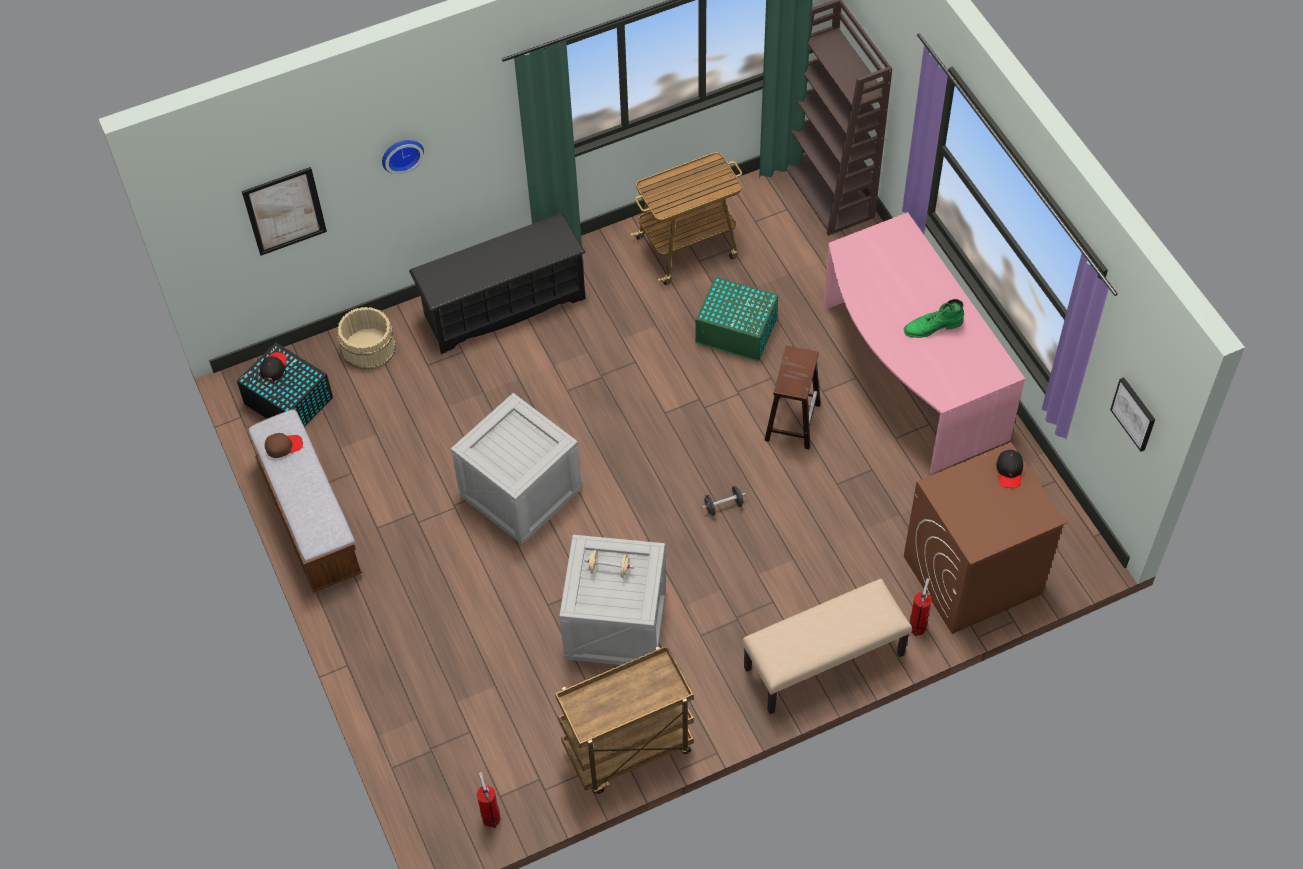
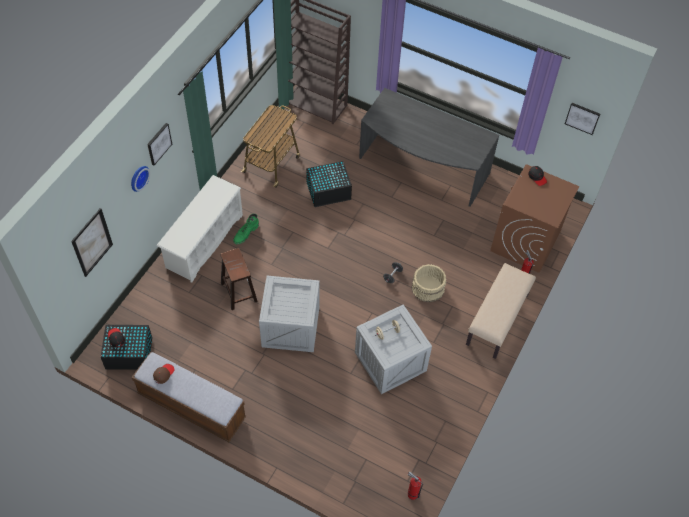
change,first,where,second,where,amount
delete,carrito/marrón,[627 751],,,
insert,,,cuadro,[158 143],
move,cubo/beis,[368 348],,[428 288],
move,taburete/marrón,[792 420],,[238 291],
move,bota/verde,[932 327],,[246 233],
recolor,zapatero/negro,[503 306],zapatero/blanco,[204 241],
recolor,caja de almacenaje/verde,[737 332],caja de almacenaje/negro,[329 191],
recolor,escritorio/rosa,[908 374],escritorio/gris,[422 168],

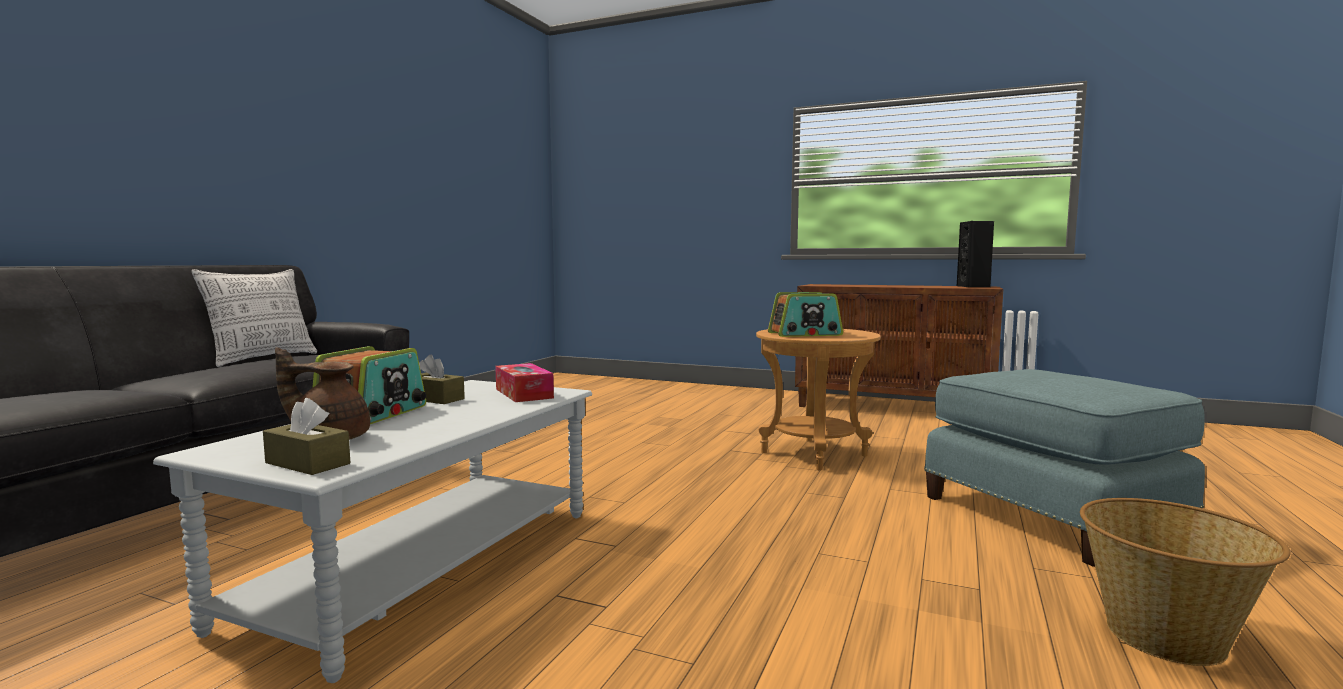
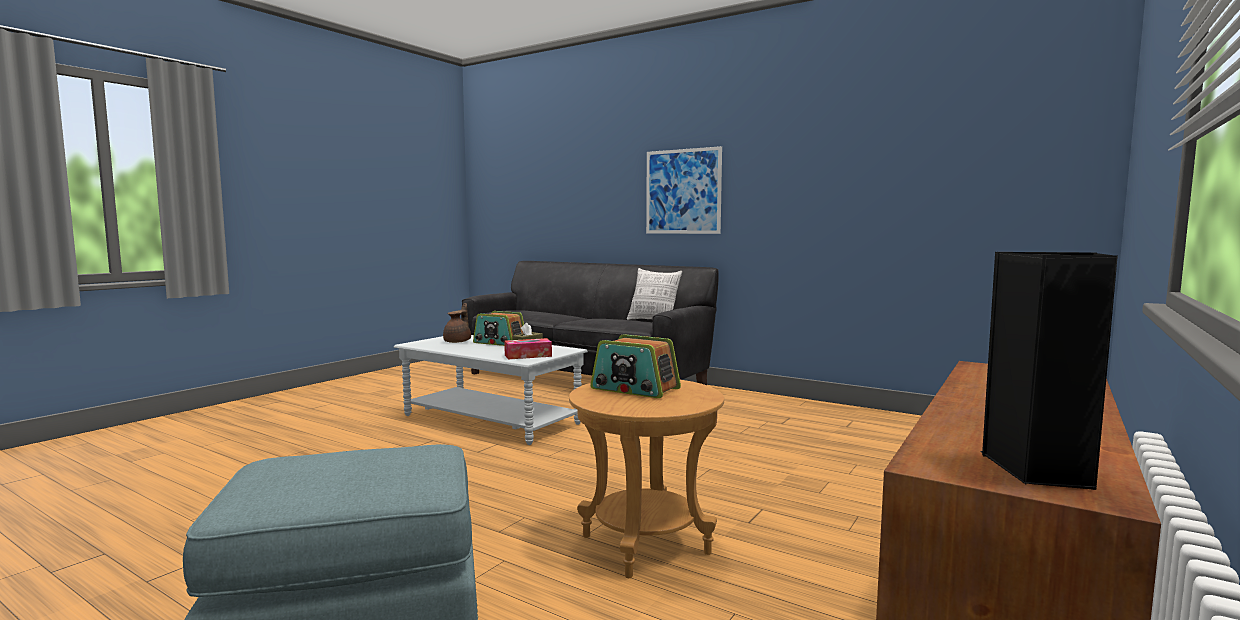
change,first,where,second,where,amount
delete,caja de pañuelos/marrón,[307 463],,,
delete,cesta,[1166 637],,,
insert,,,cuadro,[683 191],
rotate,radio,[805 334],,[635 389],60 degrees counterclockwise

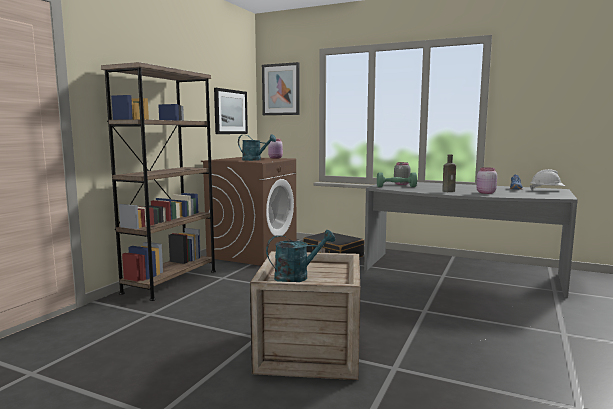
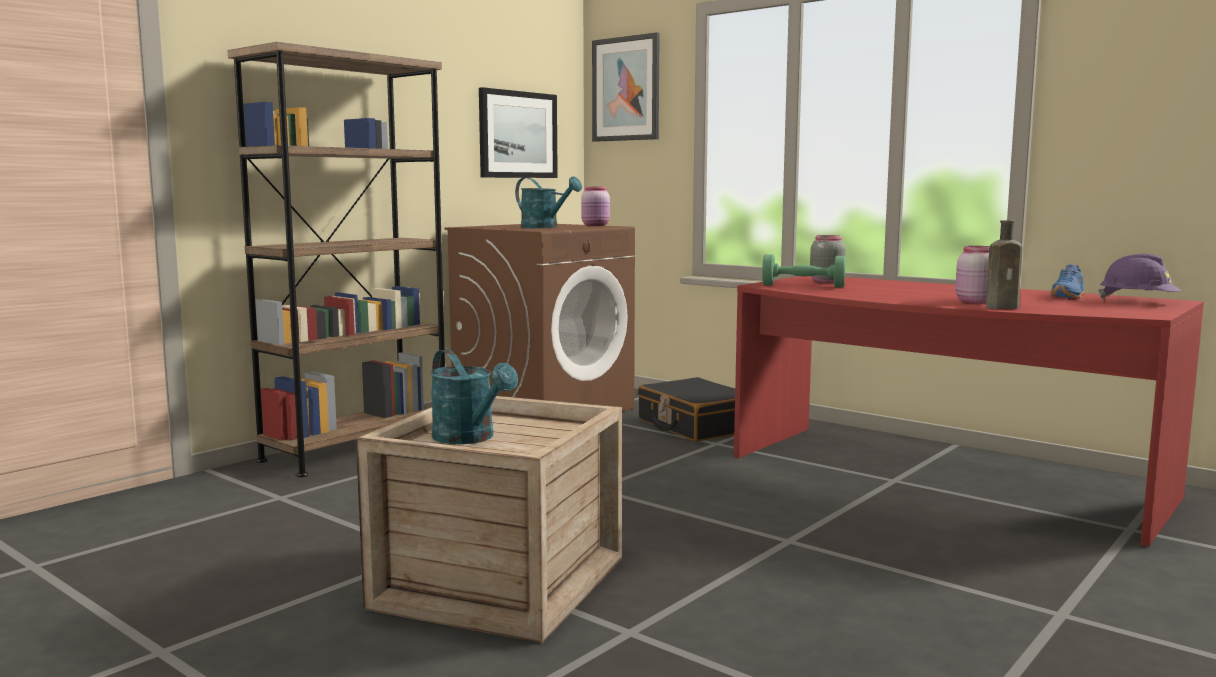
change,first,where,second,where,amount
move,botella/marrón,[449 191],,[1004 307],
recolor,escritorio/gris,[460 273],escritorio/rojo,[938 479],
recolor,casco/blanco,[547 190],casco/morado,[1138 301],
rotate,regadera/turquesa,[297 276],,[470 438],60 degrees clockwise

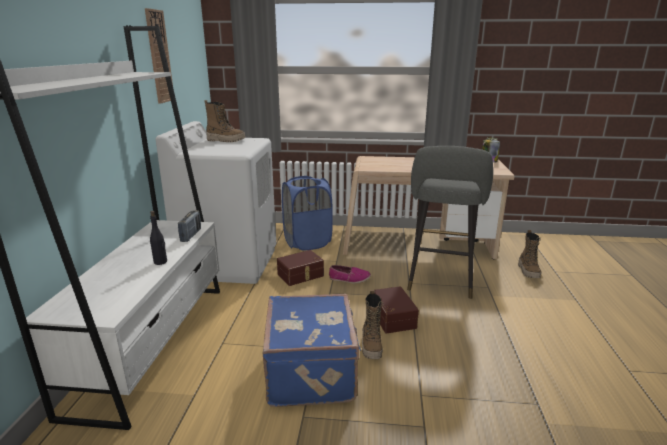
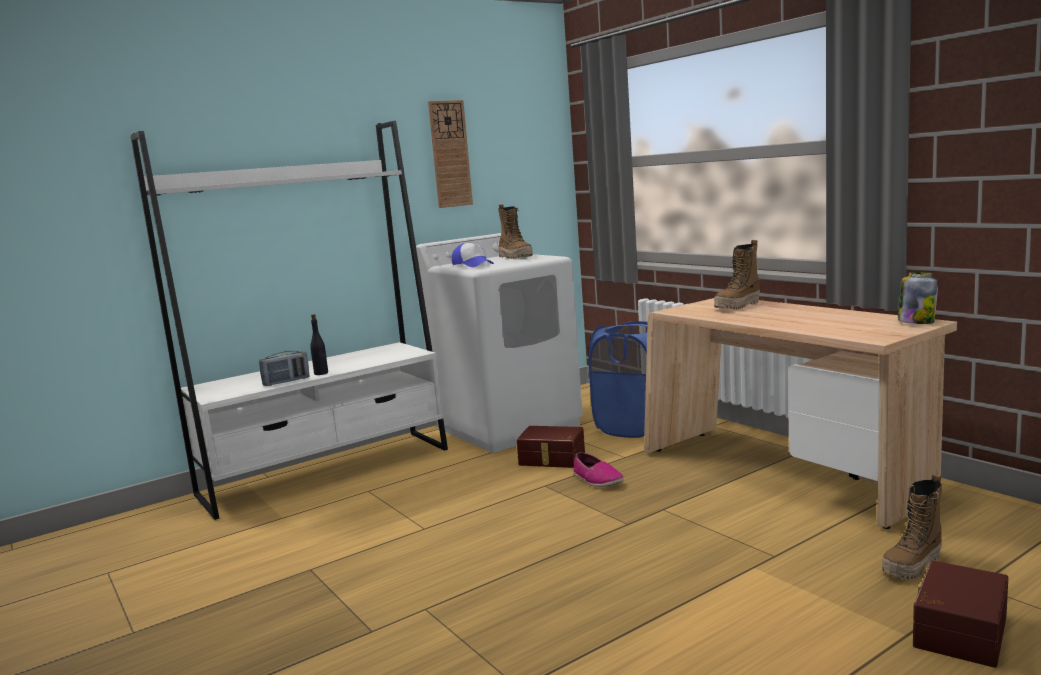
change,first,where,second,where,amount
delete,maleta/azul,[313 372],,,
delete,taburete/gris,[440 282],,,
insert,,,gorra,[473 265],
move,radio,[191 235],,[286 382],
move,bota,[371 346],,[737 306],
move,caja de almacenaje/marrón,[391 318],,[957 630],

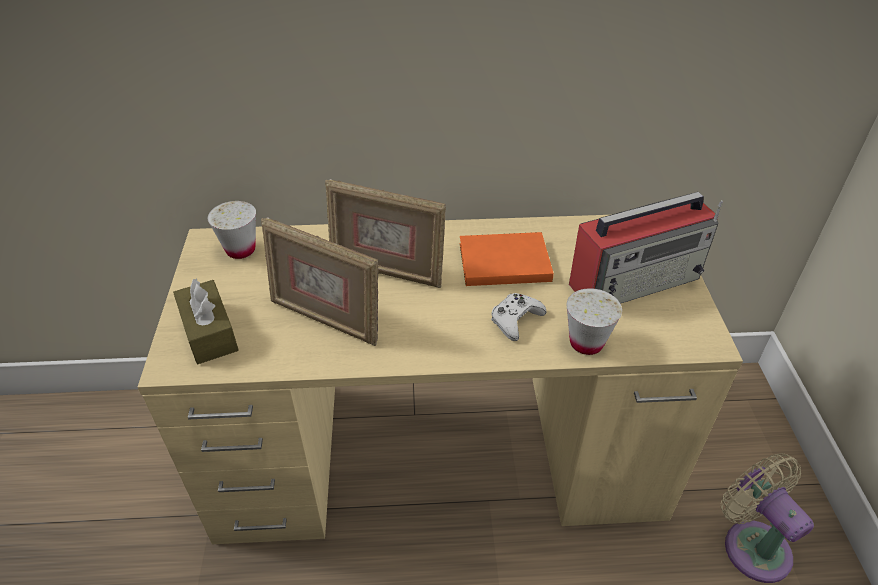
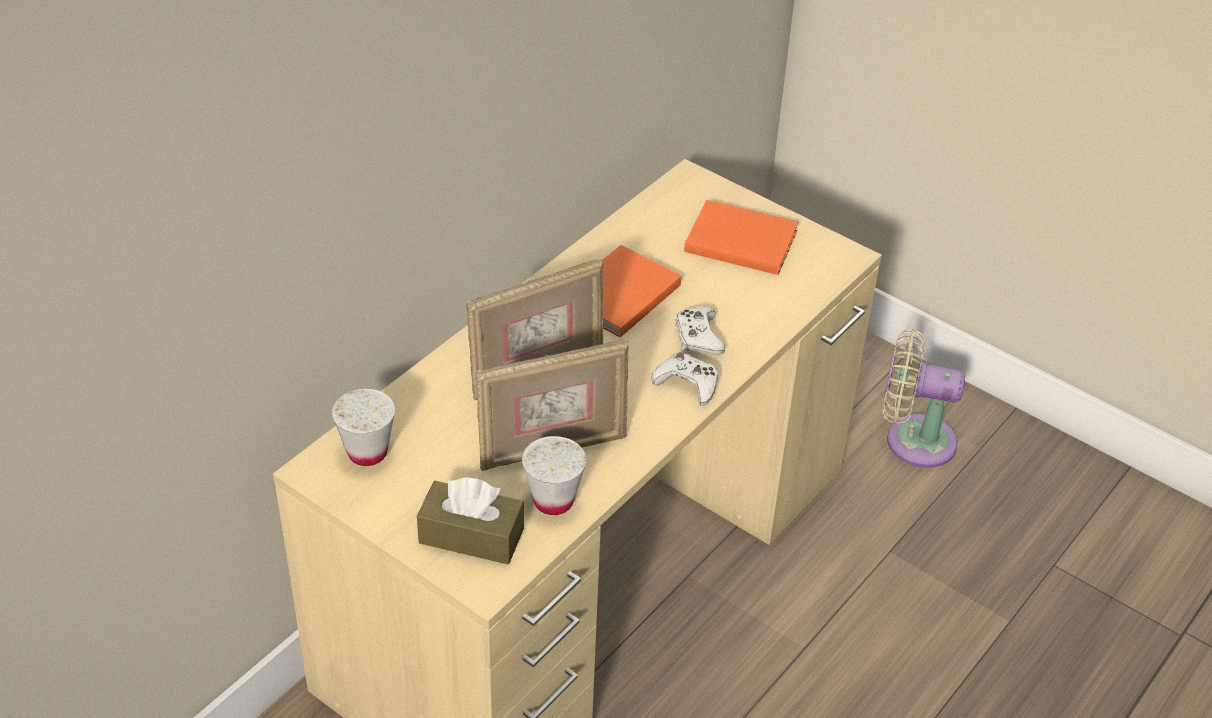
change,first,where,second,where,amount
insert,,,mando de consola/blanco,[687 384],
move,taza/blanco,[586 343],,[553 501],
replace,radio,[636 280],libro/naranja,[738 240],

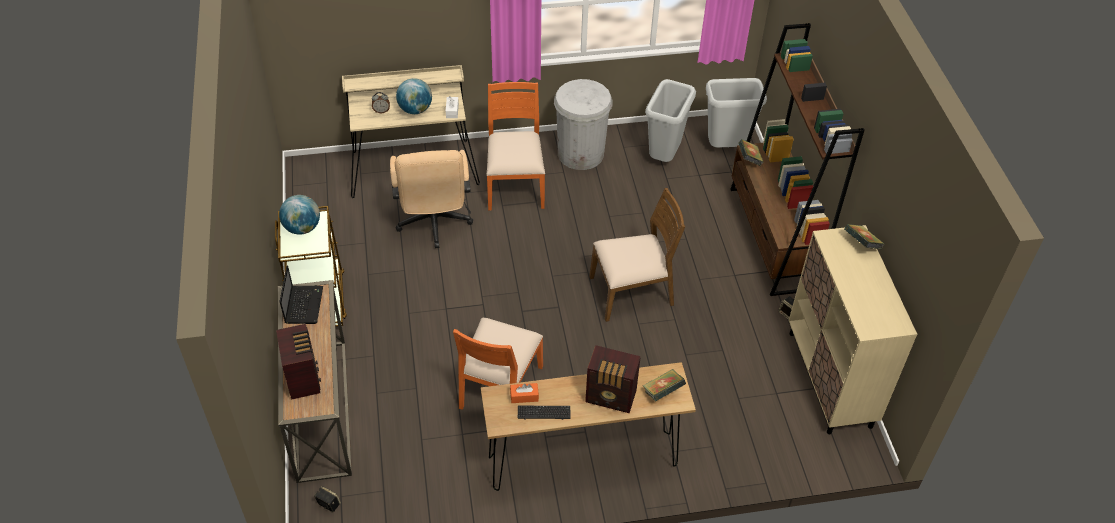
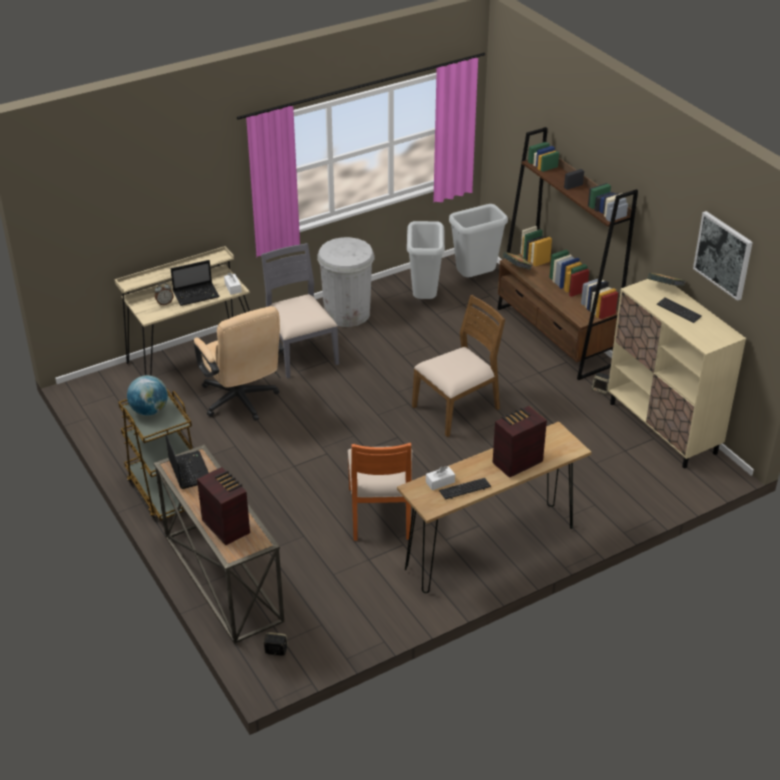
change,first,where,second,where,amount
delete,libro,[663 392],,,
insert,,,teclado,[679 311],
insert,,,cuadro,[723 255],
replace,globo terráqueo,[415 110],portátil,[197 294],
recolor,silla/naranja,[515 185],silla/gris,[300 352],
recolor,caja de pañuelos/naranja,[524 396],caja de pañuelos/blanco,[440 482],
rotate,radio,[611 397],,[516 462],150 degrees clockwise

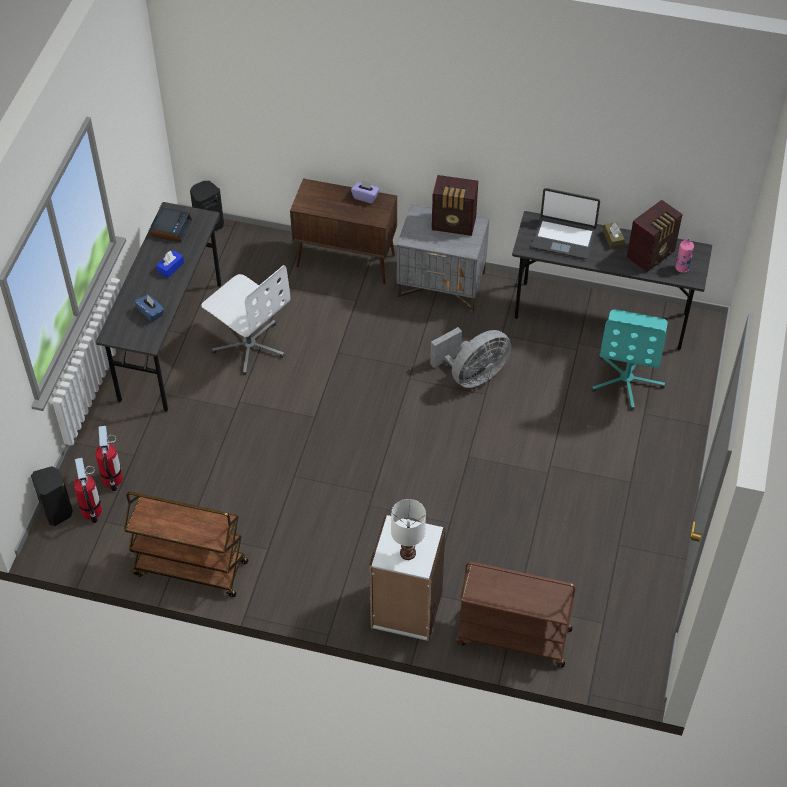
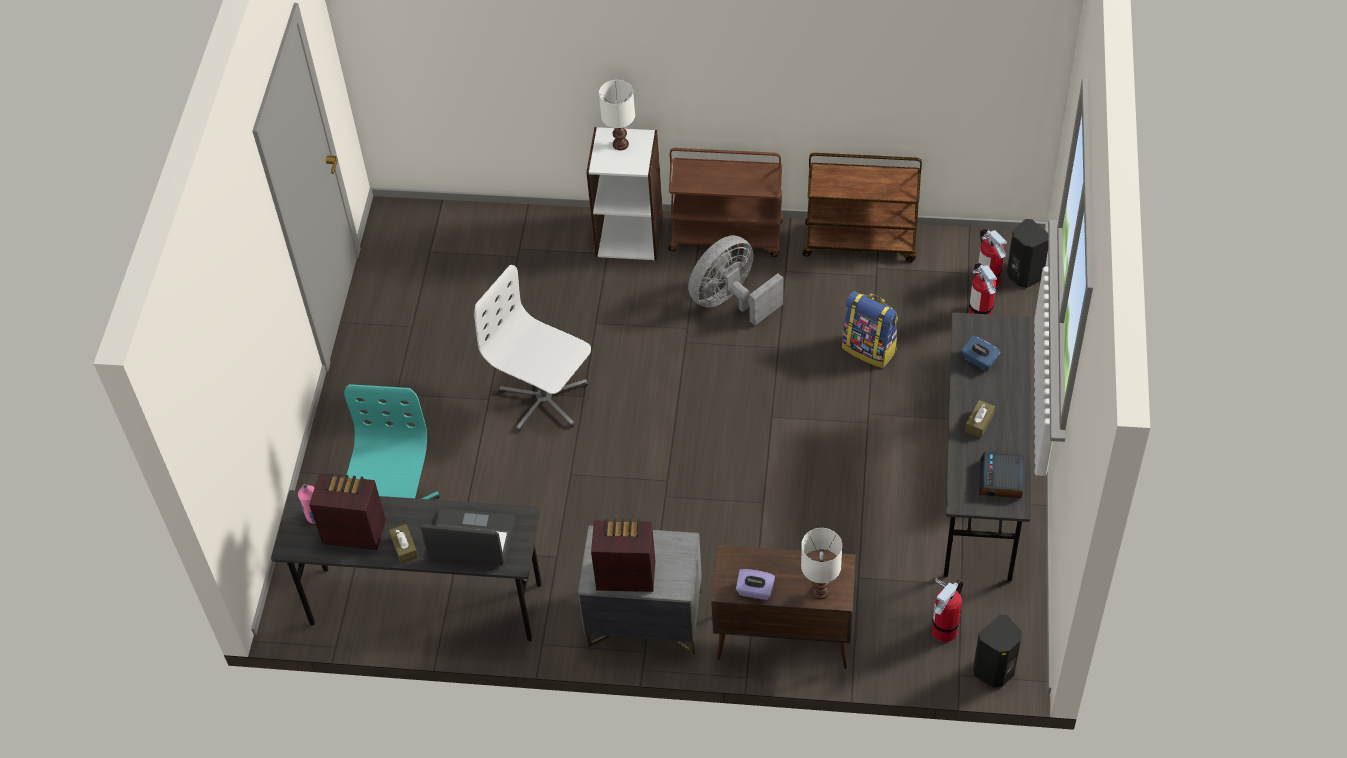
change,first,where,second,where,amount
insert,,,lámpara de mesa/blanco,[820 590],
insert,,,mochila,[870 349],
insert,,,extintor,[944 630],
move,silla de oficina/blanco,[249 345],,[544 400],
move,ventilador/gris,[472 375],,[731 301],
move,carrito/marrón,[512 637],,[727 236],
recolor,caja de pañuelos/azul,[170 267],caja de pañuelos/marrón,[979 423],
rotate,radio,[652 254],,[353 531],60 degrees clockwise

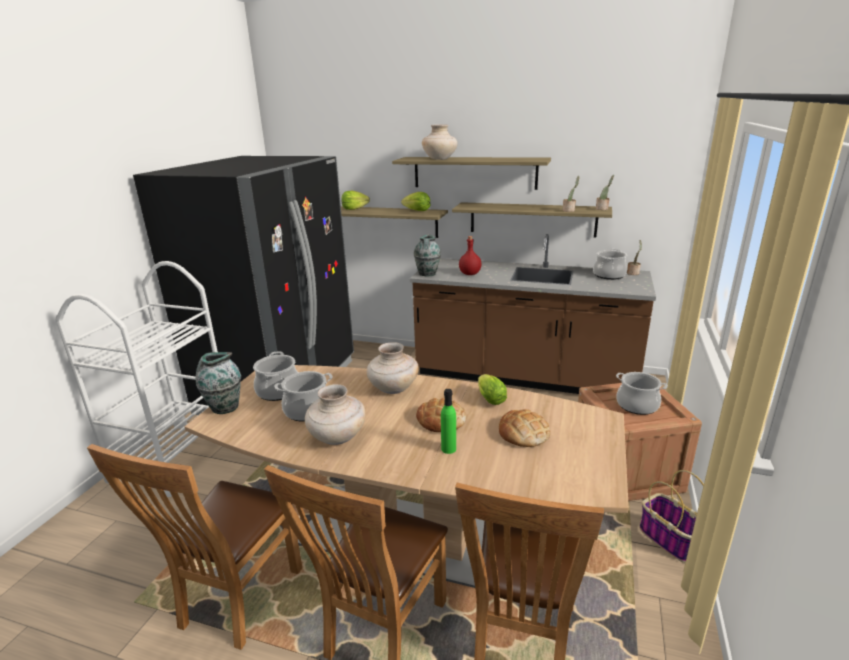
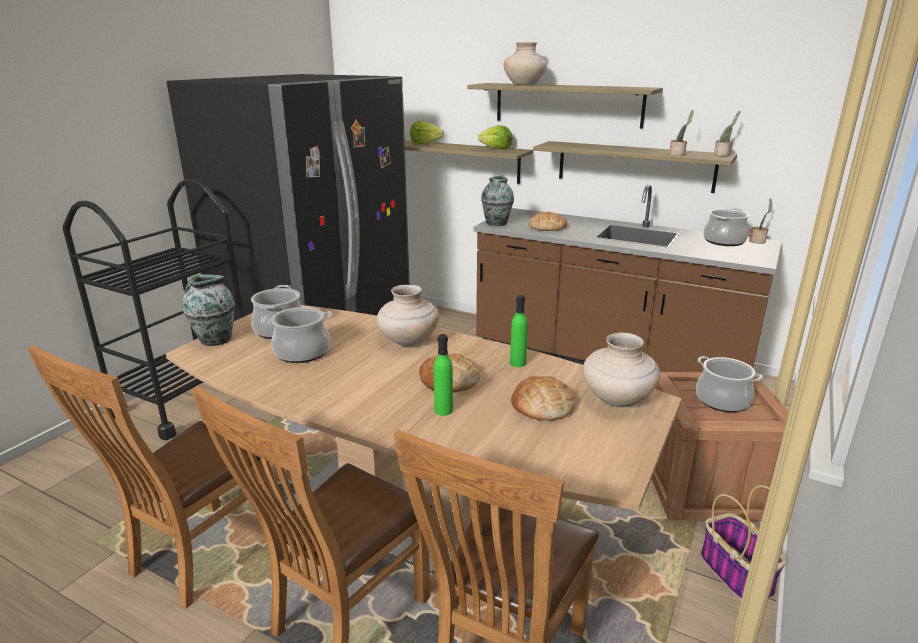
change,first,where,second,where,amount
move,florero/beis,[337 438],,[617 400],
replace,botella/rojo,[469 274],pan,[547 227],
replace,lechuga,[489 398],botella/verde,[517 363],
recolor,carrito/blanco,[175 456],carrito/negro,[186 400],

